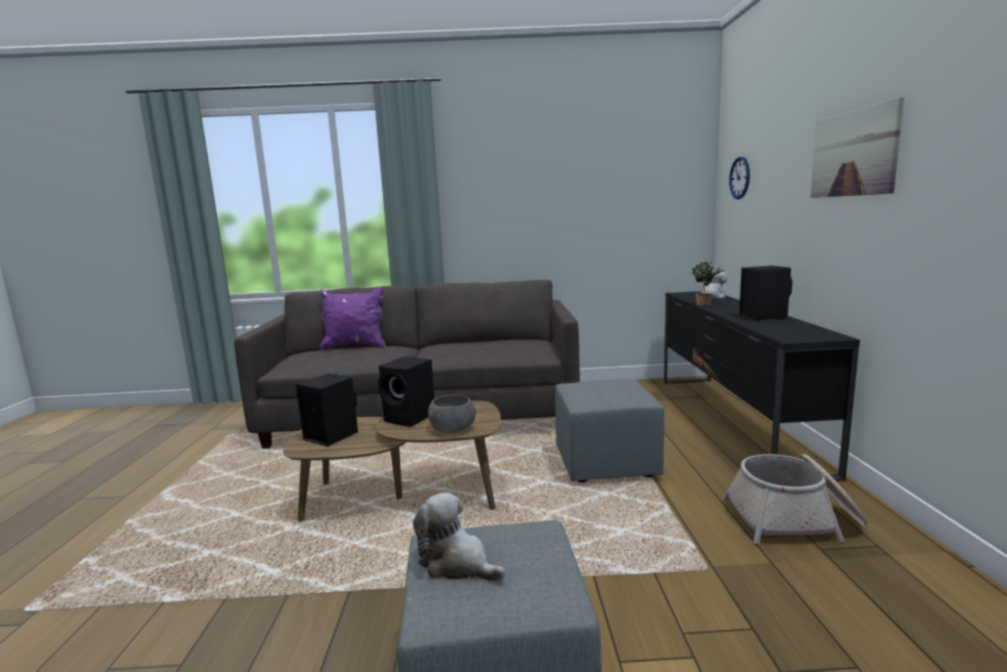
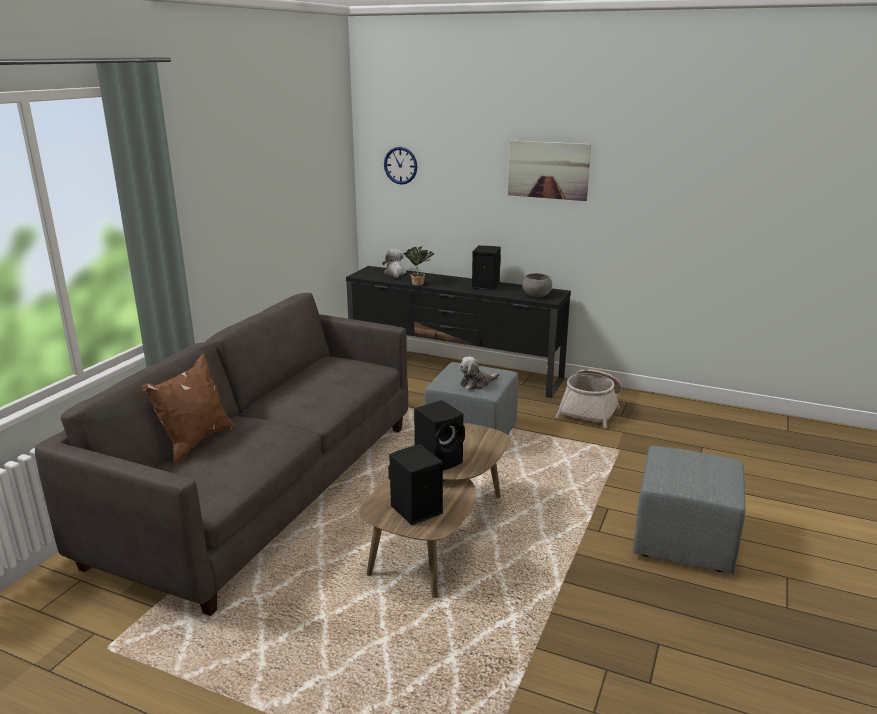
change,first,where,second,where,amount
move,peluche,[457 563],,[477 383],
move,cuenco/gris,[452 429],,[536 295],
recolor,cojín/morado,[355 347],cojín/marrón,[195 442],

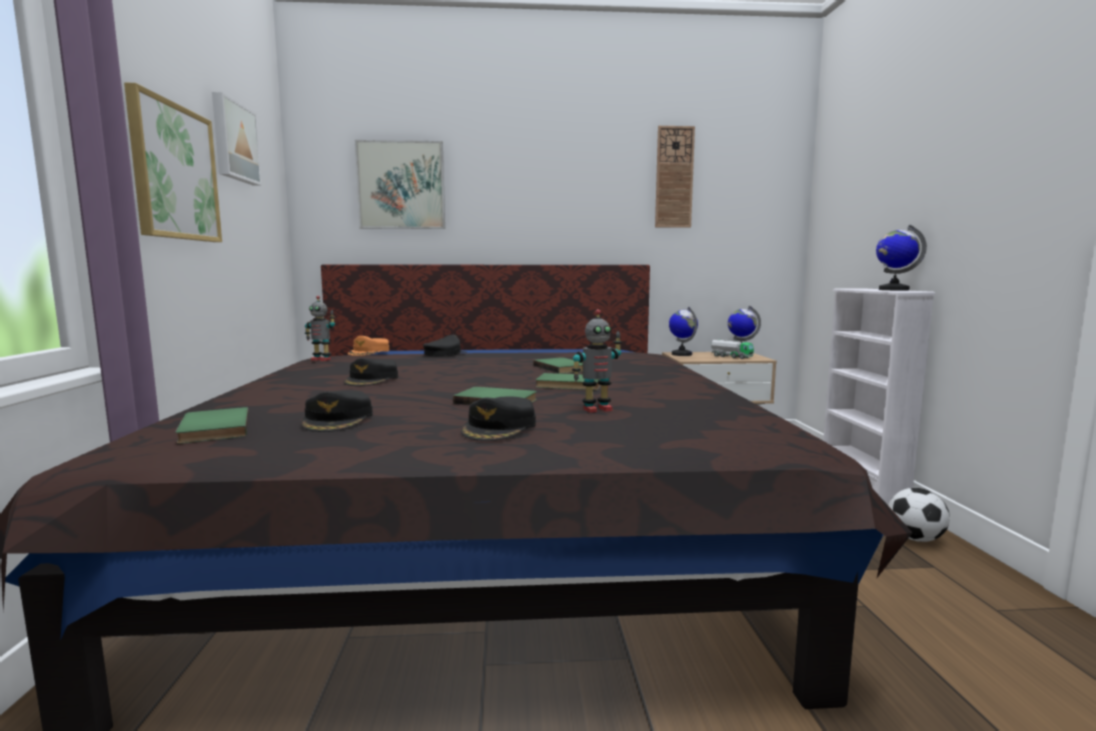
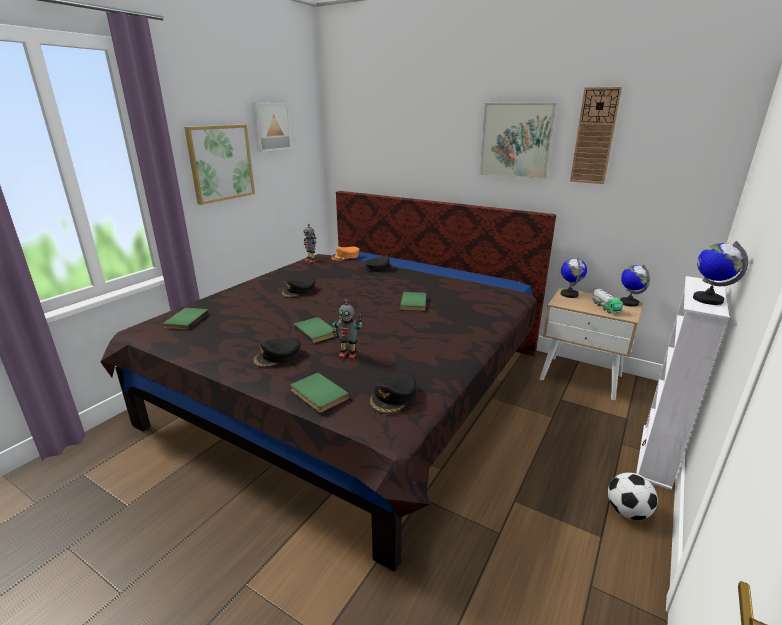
change,first,where,second,where,amount
move,gorra/negro,[338 420],,[393 397],
move,cuadro,[401 185],,[516 140],
move,libro/verde,[569 385],,[317 395],

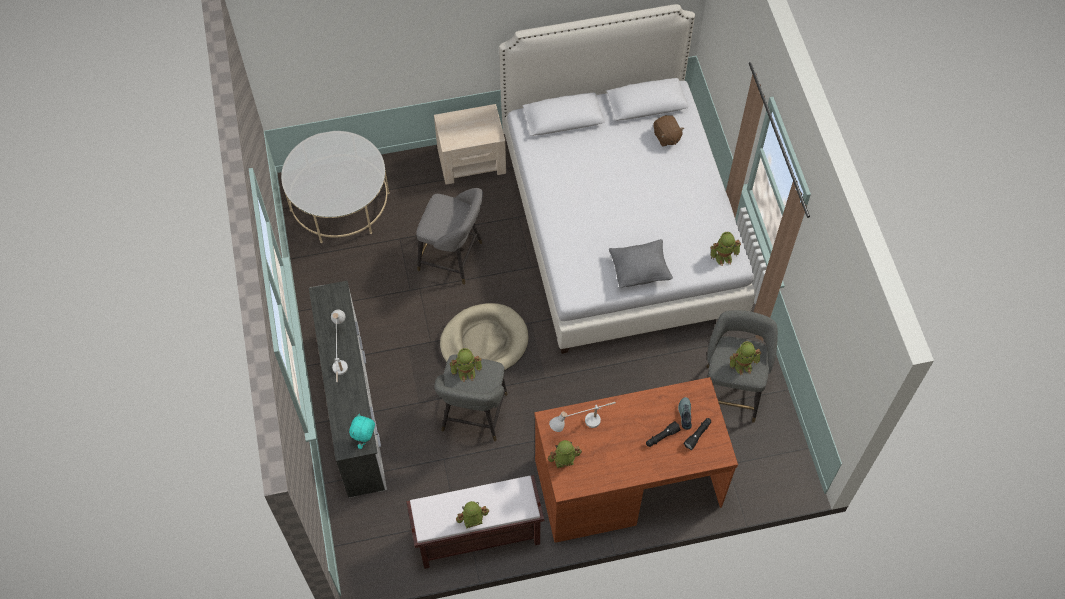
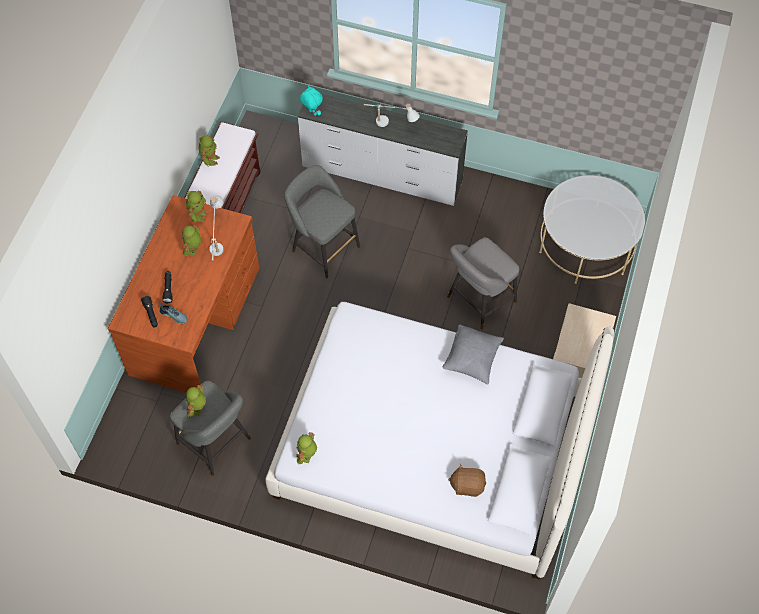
change,first,where,second,where,amount
delete,cama para perro/beis,[484 342],,,
move,robot de juguete,[466 371],,[193 249],
move,cojín/gris,[640 271],,[472 360],

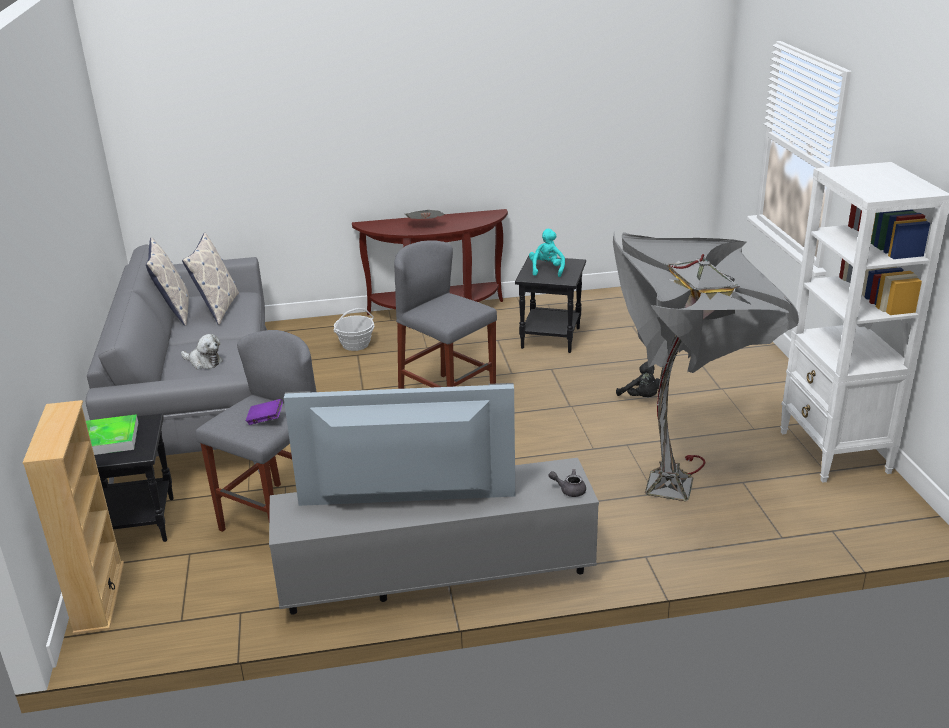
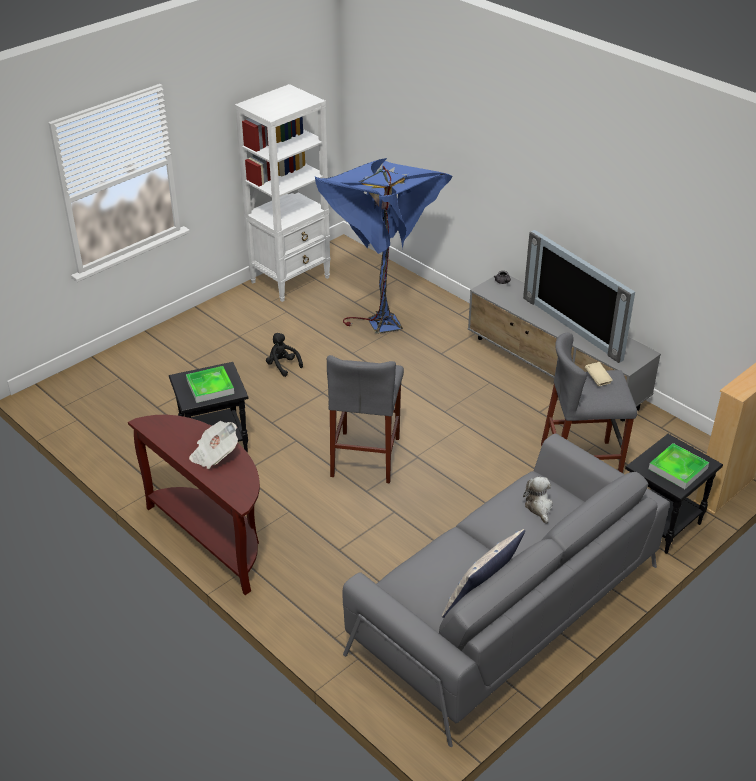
change,first,where,second,where,amount
delete,cojín,[217 309],,,
delete,cesta,[355 344],,,
replace,peluche/turquesa,[547 269],bandeja,[210 387],
recolor,libro/morado,[265 419],libro/beis,[597 379],
recolor,lámpara de pie/gris,[683 489],lámpara de pie/azul,[382 319],
rotate,peluche/negro,[641 397],,[282 366],60 degrees counterclockwise

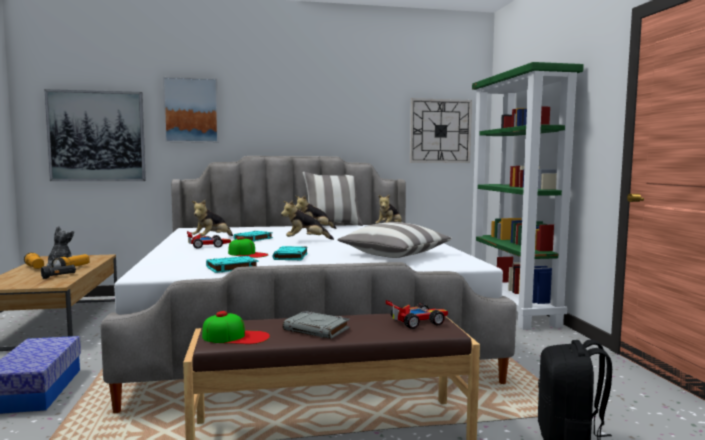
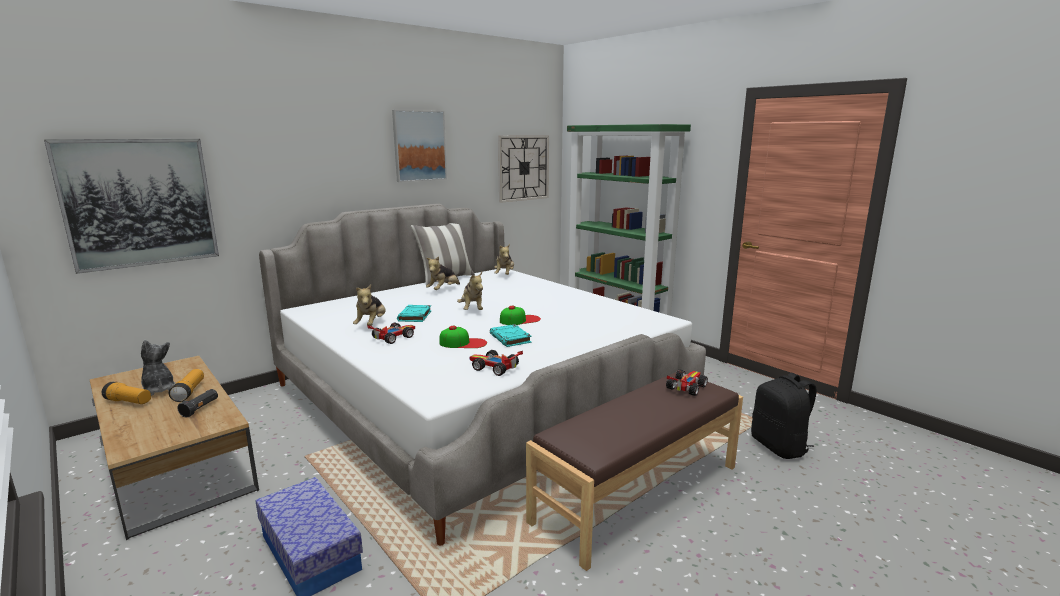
change,first,where,second,where,amount
delete,libro/gris,[317 329],,,
delete,cojín,[395 254],,,
move,cuadro,[191 110],,[419 146],
move,gorra,[236 337],,[520 320],
replace,libro/turquesa,[231 268],coche de juguete,[494 368],
rotate,peluche,[306 240],,[472 310],60 degrees counterclockwise

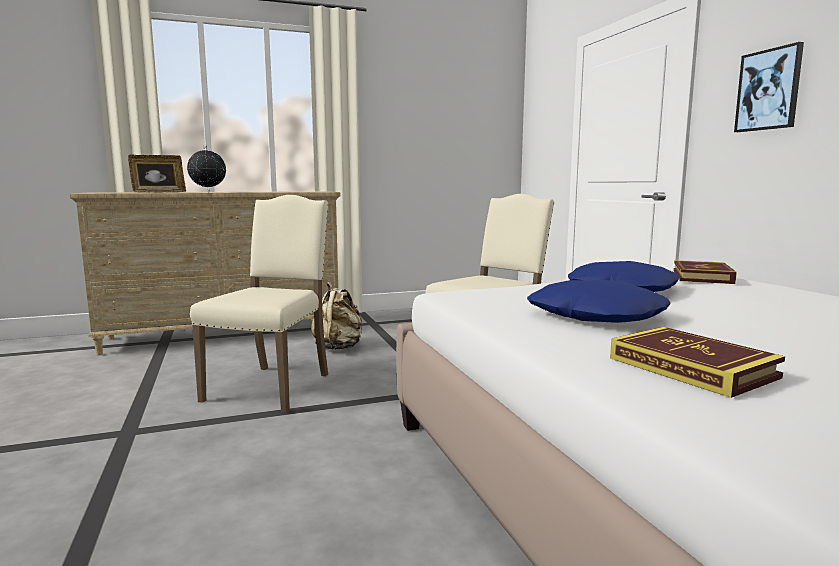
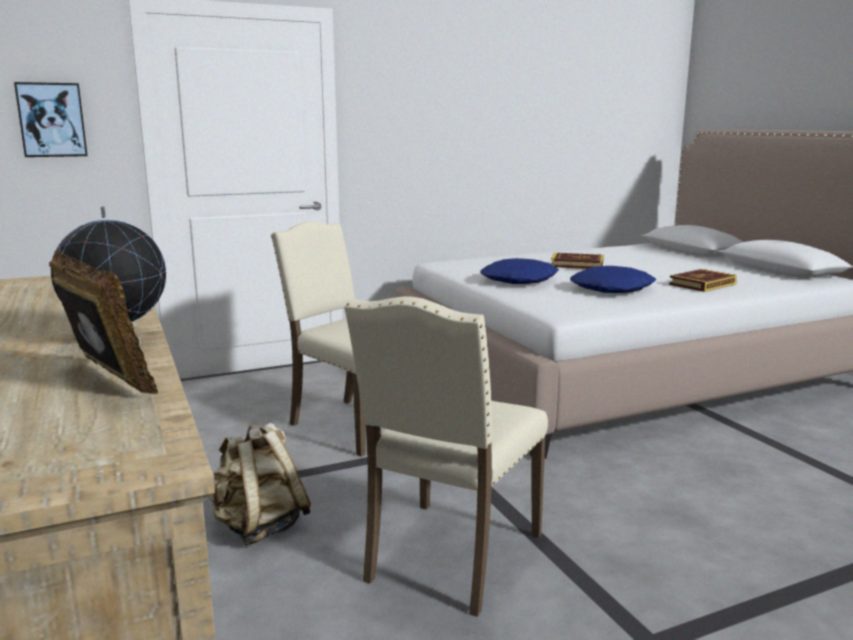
change,first,where,second,where,amount
move,libro,[702 277],,[577 265],
move,cuadro,[769 90],,[52 120],
rotate,silla/beis,[272 386],,[449 557],75 degrees counterclockwise

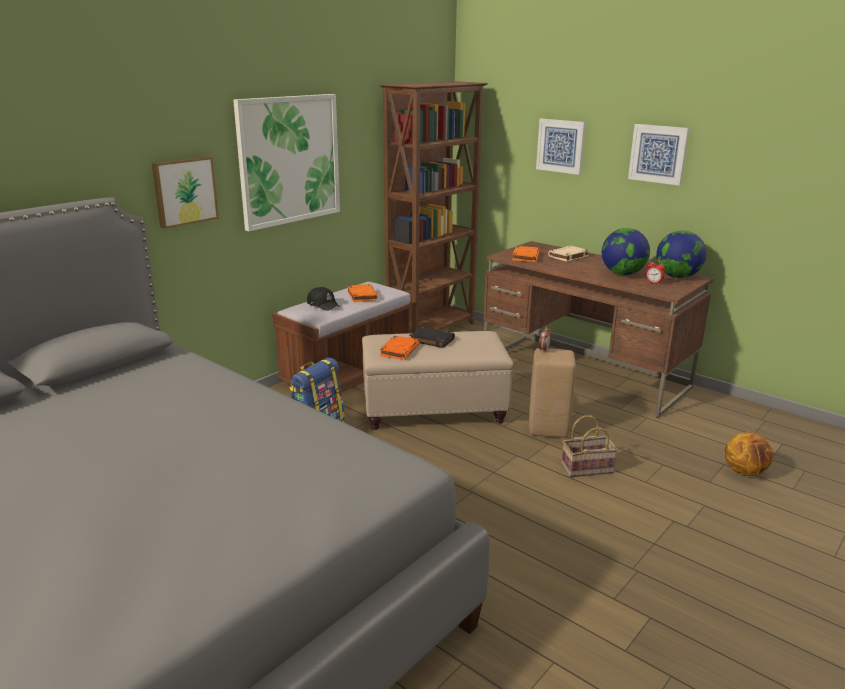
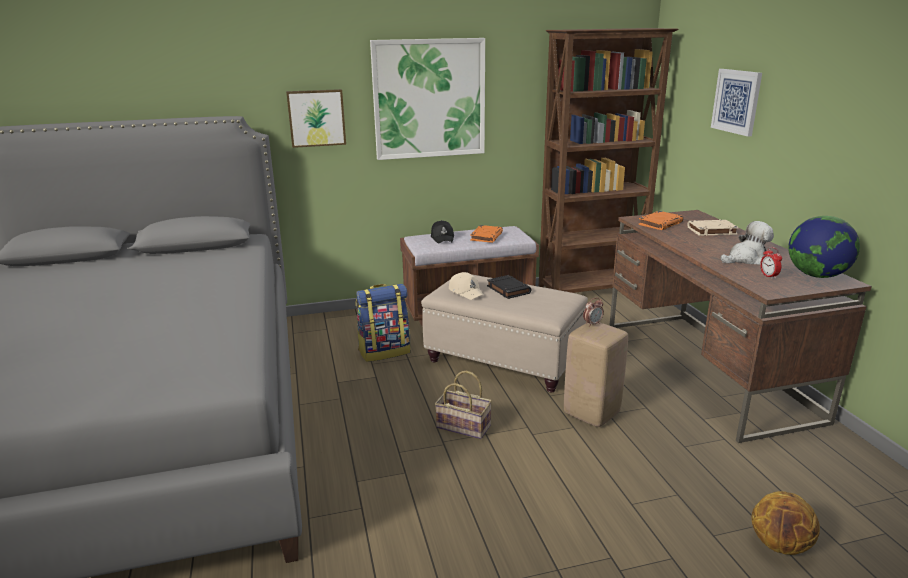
change,first,where,second,where,amount
delete,cuadro,[658 154],,,
move,cesta,[587 468],,[465 426],
replace,libro/naranja,[399 350],gorra/beis,[466 292],
replace,globo terráqueo,[622 274],peluche,[746 259],

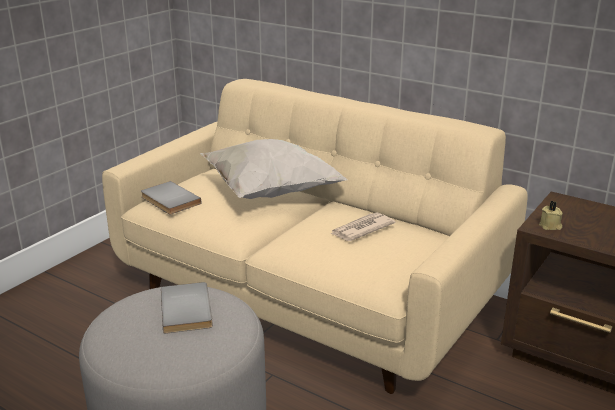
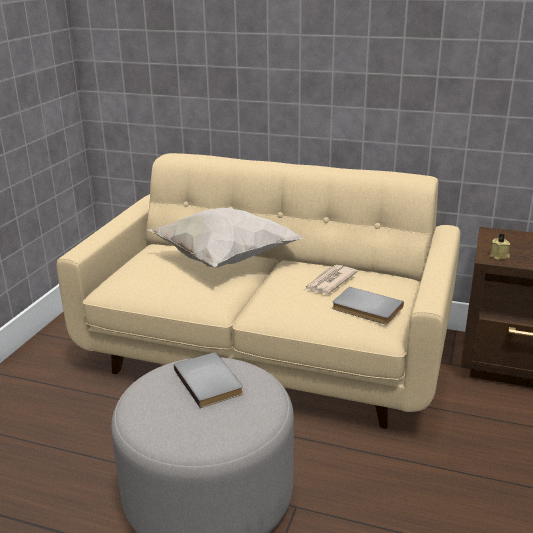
change,first,where,second,where,amount
move,libro/gris,[168 200],,[366 309],

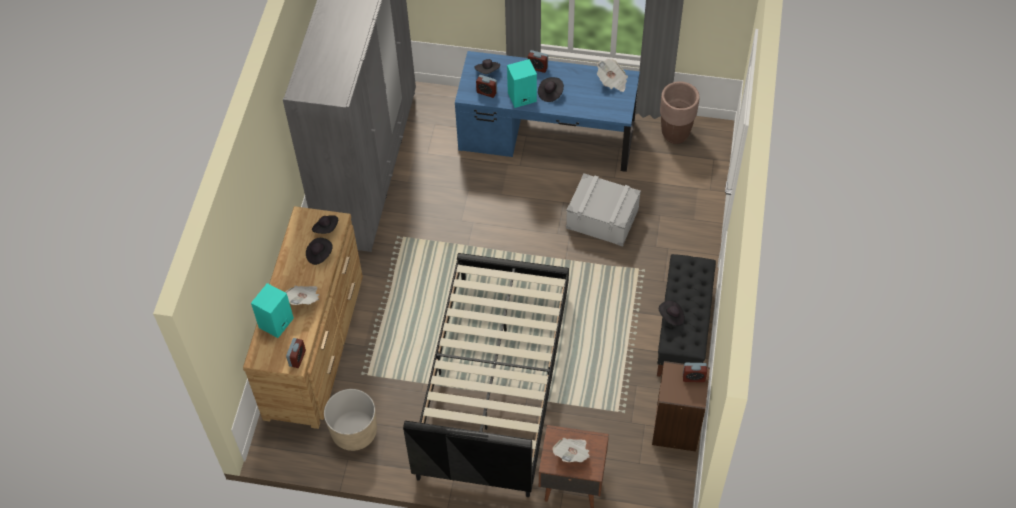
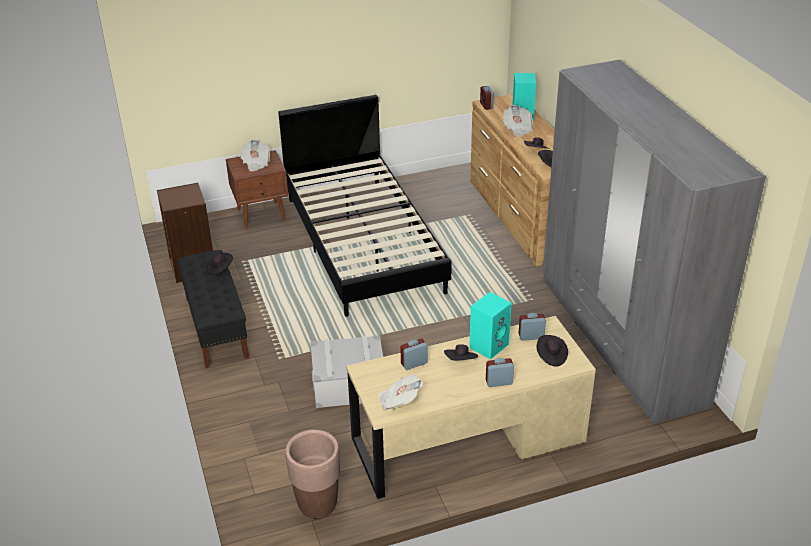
change,first,where,second,where,amount
delete,maceta/beis,[354 432],,,
move,despertador,[693 377],,[414 363],
recolor,escritorio/azul,[547 136],escritorio/beis,[468 440],

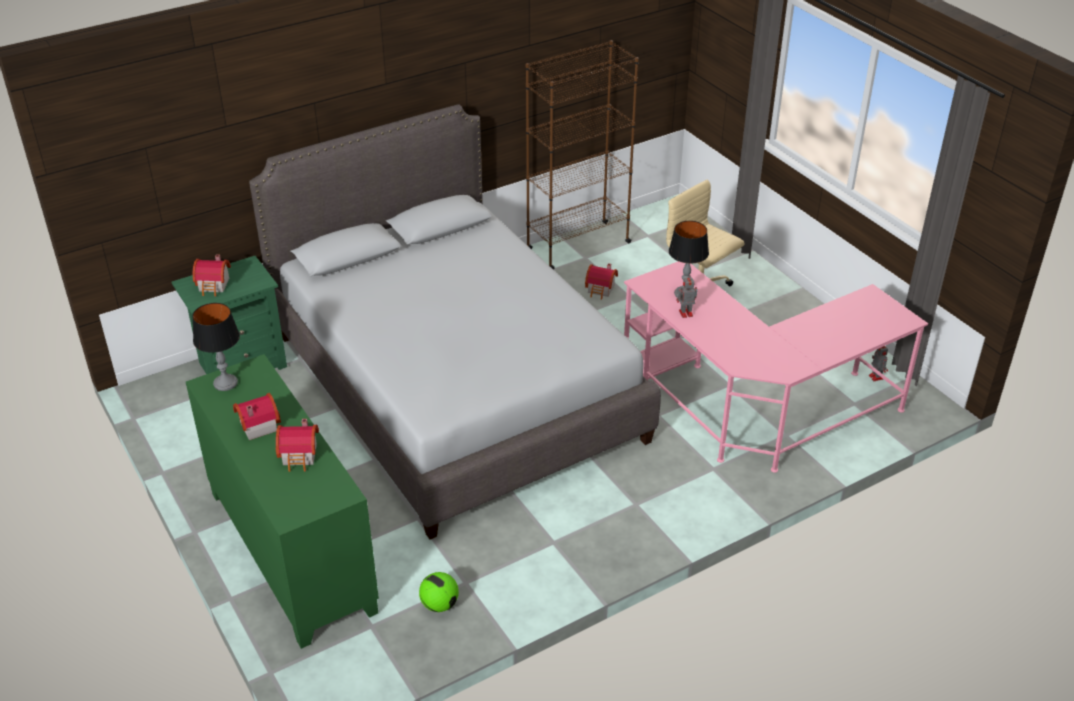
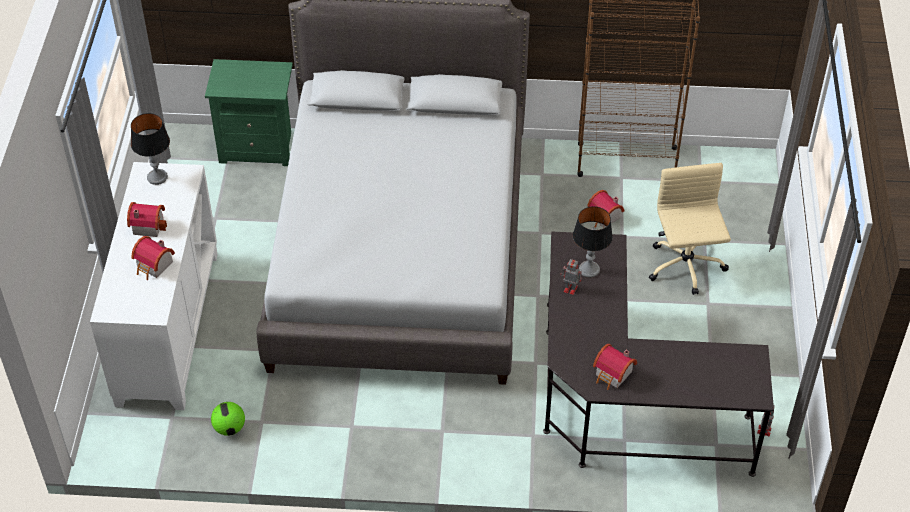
change,first,where,second,where,amount
move,casita,[214 286],,[613 375],
recolor,armario/verde,[290 551],armario/blanco,[167 327],
recolor,escritorio/rosa,[756 409],escritorio/negro,[623 403],

